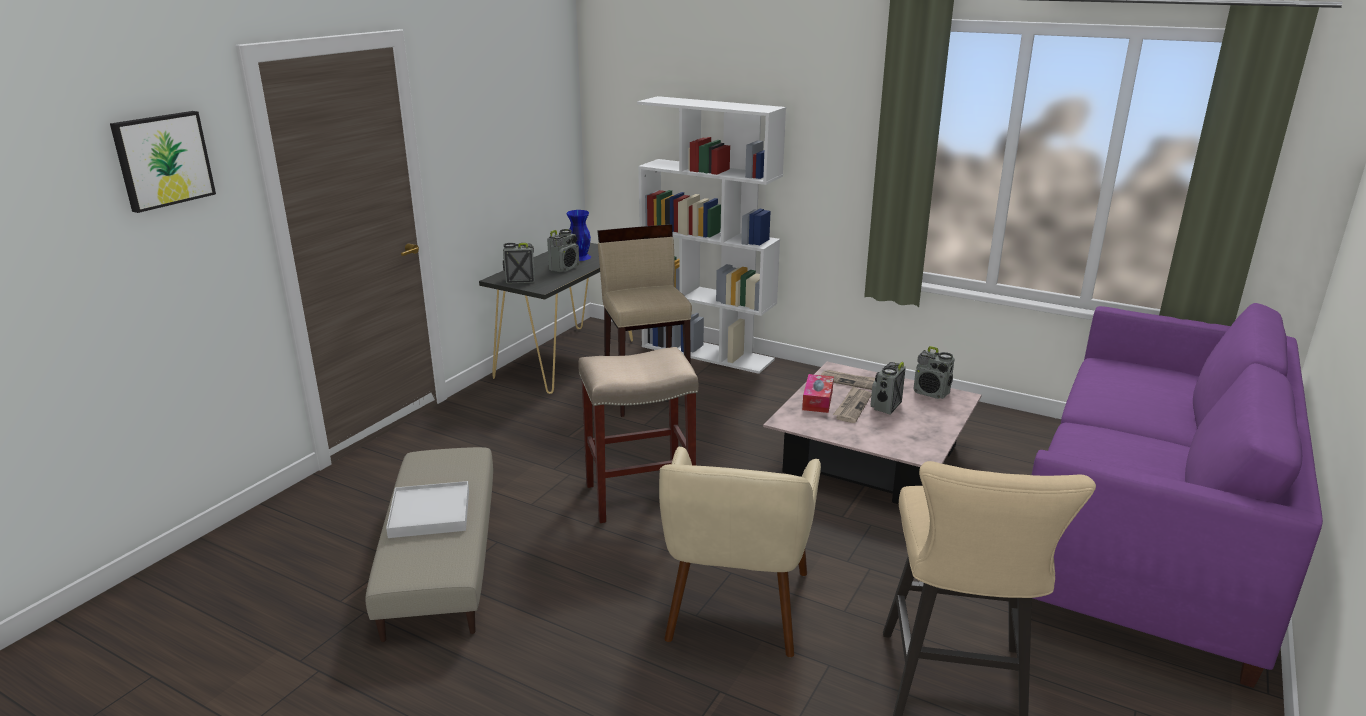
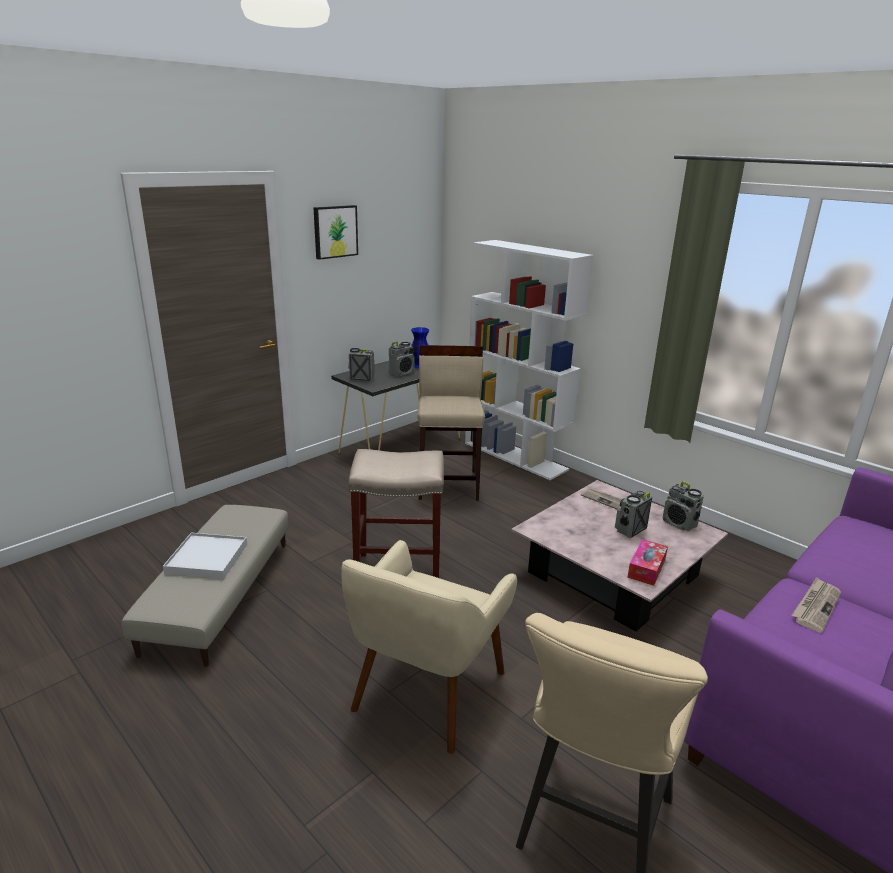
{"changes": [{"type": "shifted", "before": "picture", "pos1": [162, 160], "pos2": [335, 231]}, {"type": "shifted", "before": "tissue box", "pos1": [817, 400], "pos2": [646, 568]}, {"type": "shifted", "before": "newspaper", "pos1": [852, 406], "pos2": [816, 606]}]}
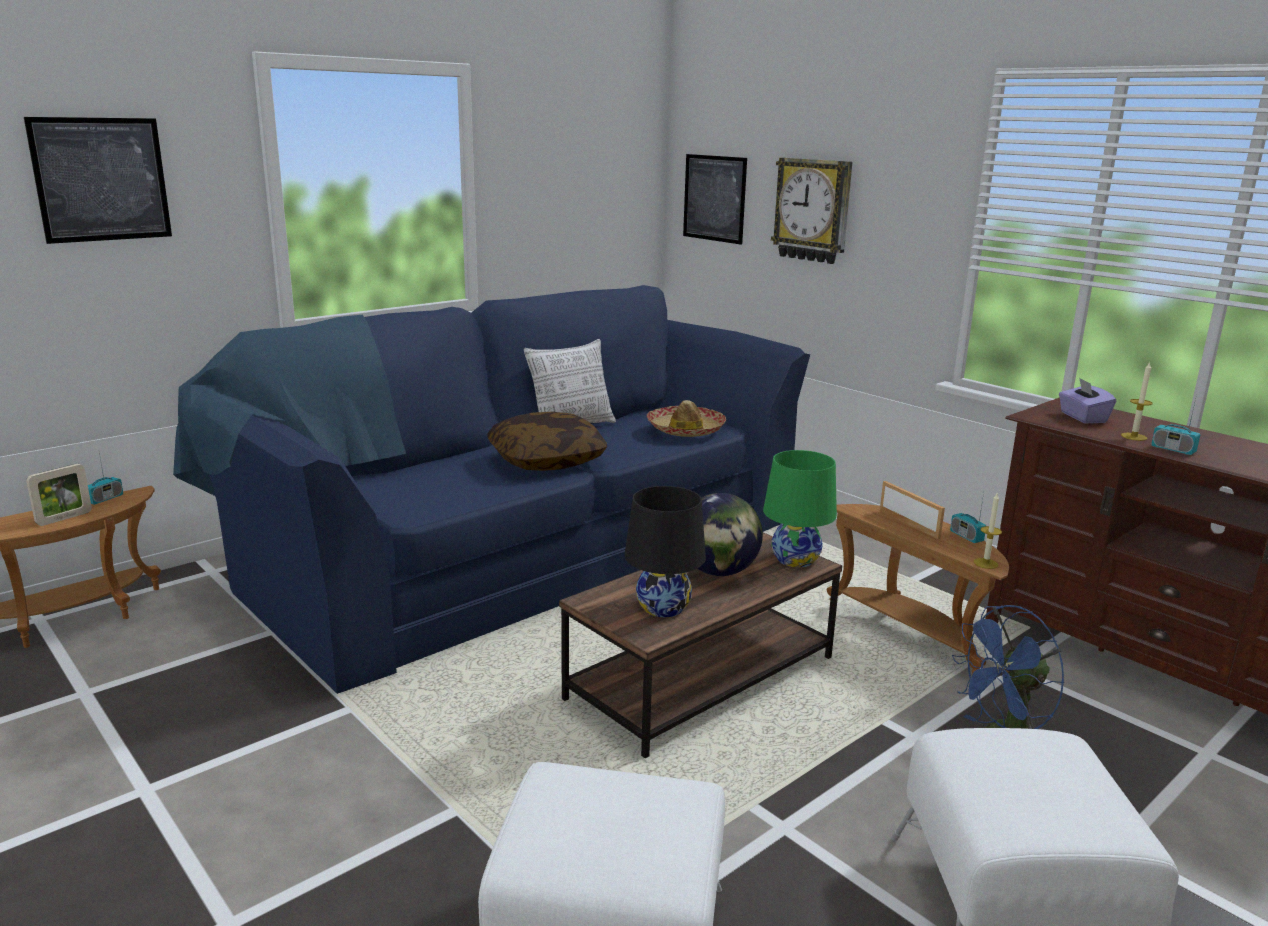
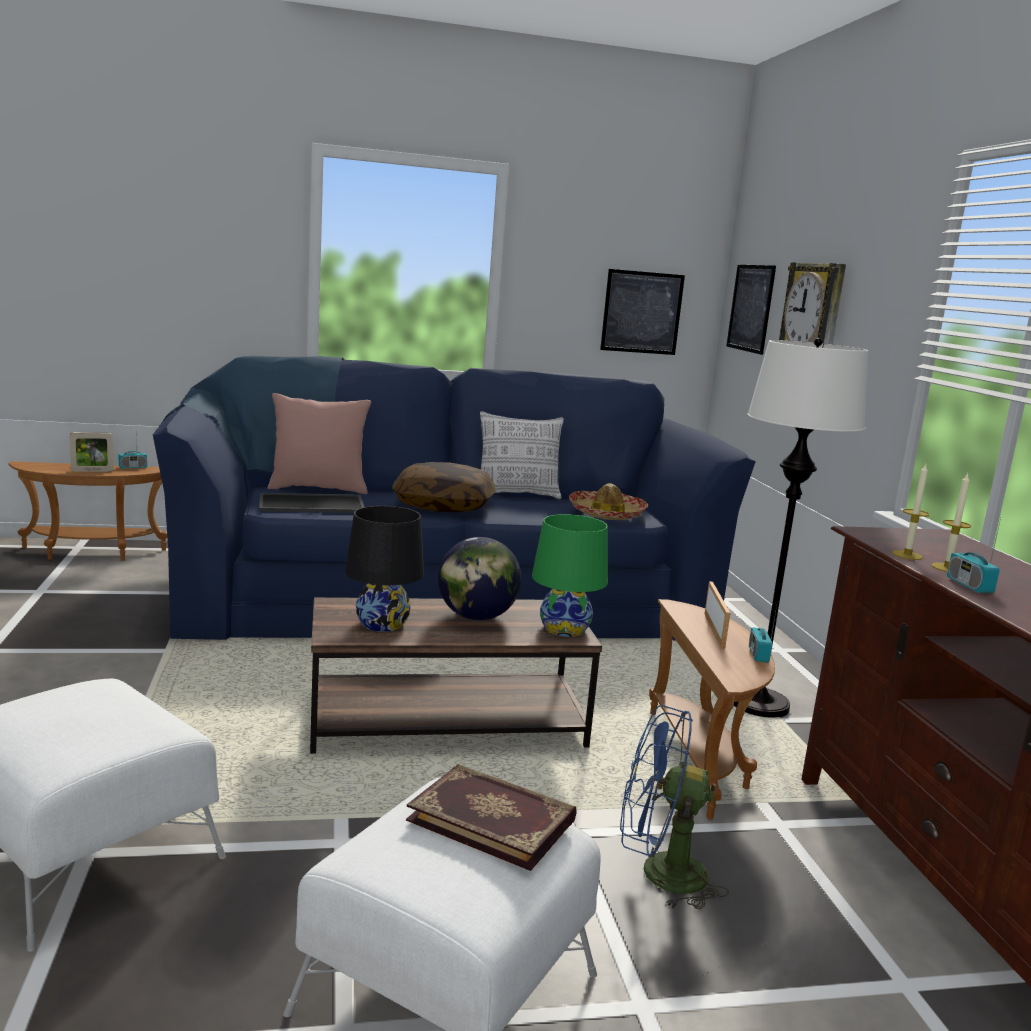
{"changes": [{"type": "shifted", "before": "picture", "pos1": [101, 179], "pos2": [642, 312]}, {"type": "gone", "before": "purple tissue box", "pos1": [1082, 418]}, {"type": "shifted", "before": "candle", "pos1": [985, 563], "pos2": [907, 555]}, {"type": "new", "after": "white floor lamp", "pos2": [759, 704]}, {"type": "new", "after": "pink pillow", "pos2": [318, 489]}, {"type": "new", "after": "tray", "pos2": [312, 504]}, {"type": "new", "after": "book", "pos2": [493, 819]}]}
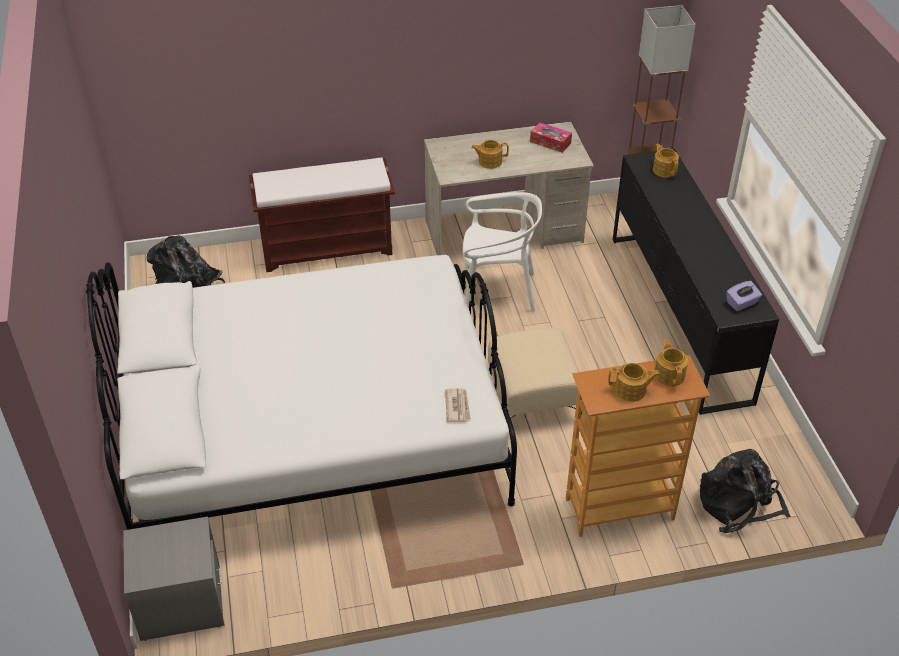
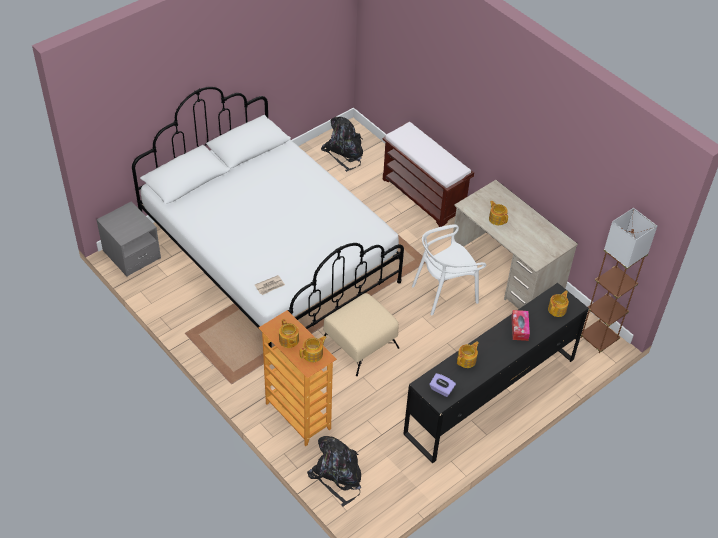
{"changes": [{"type": "shifted", "before": "tissue box", "pos1": [550, 142], "pos2": [519, 328]}, {"type": "rotated", "before": "white chair", "pos1": [497, 292], "pos2": [444, 292], "turn": 90}, {"type": "new", "after": "teapot", "pos2": [467, 360]}]}
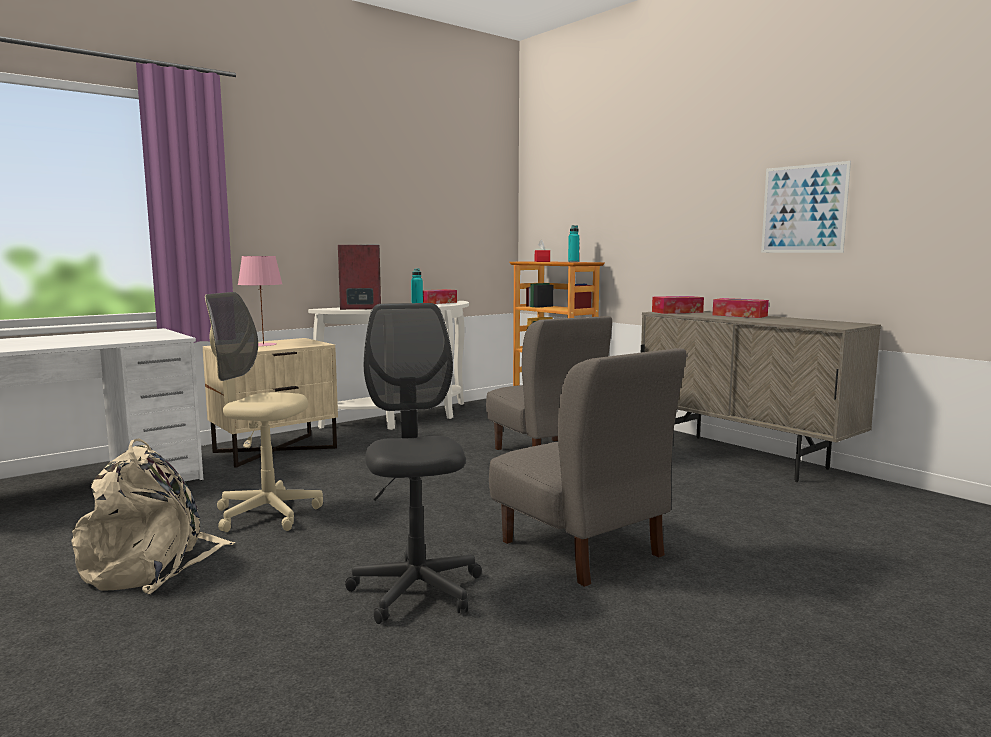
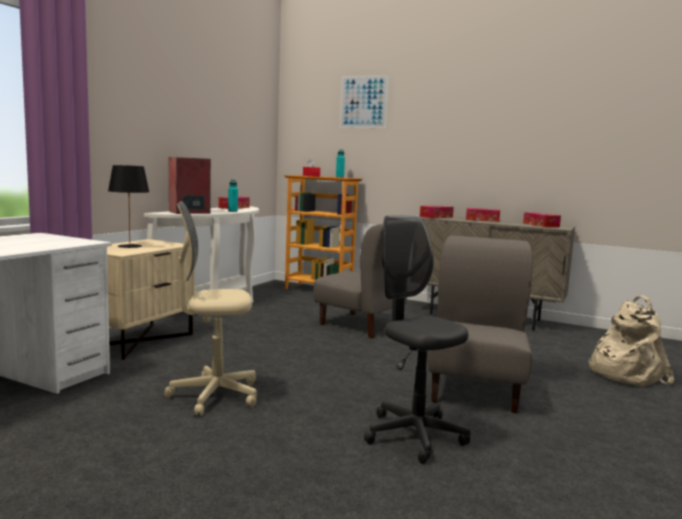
{"changes": [{"type": "shifted", "before": "picture", "pos1": [803, 209], "pos2": [363, 102]}, {"type": "repainted", "before": "pink table lamp", "after": "black table lamp", "pos1": [263, 344], "pos2": [130, 246]}, {"type": "rotated", "before": "grey chair", "pos1": [581, 549], "pos2": [475, 389], "turn": -105}, {"type": "shifted", "before": "beige backpack", "pos1": [153, 566], "pos2": [624, 373]}, {"type": "new", "after": "tissue box", "pos2": [540, 225]}]}
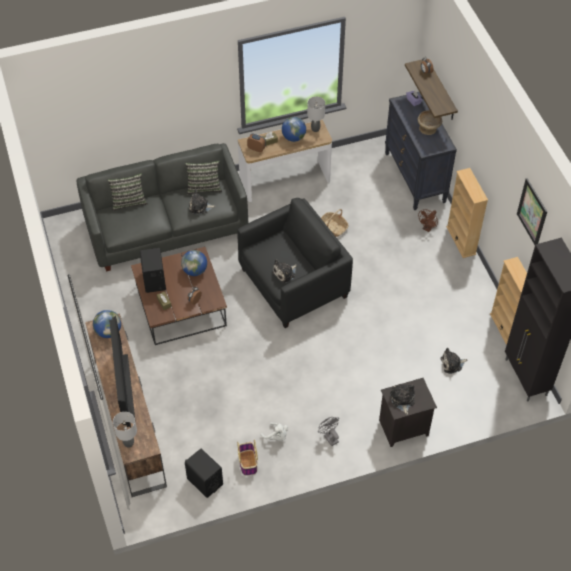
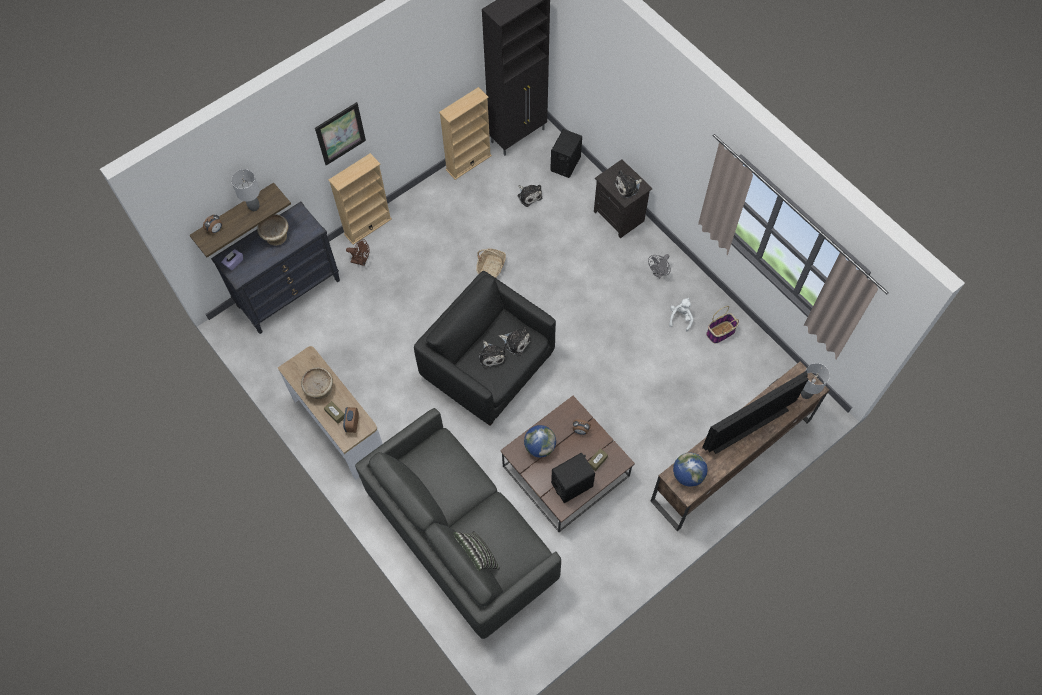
{"changes": [{"type": "shifted", "before": "grey table lamp", "pos1": [315, 129], "pos2": [254, 207]}, {"type": "swapped", "before": "globe", "after": "beige bowl", "pos1": [293, 137], "pos2": [319, 388]}, {"type": "gone", "before": "pillow", "pos1": [204, 187]}, {"type": "shifted", "before": "picture", "pos1": [532, 212], "pos2": [340, 133]}, {"type": "shifted", "before": "plush toy", "pos1": [200, 207], "pos2": [491, 356]}, {"type": "shifted", "before": "basket", "pos1": [333, 227], "pos2": [491, 266]}, {"type": "shifted", "before": "black speaker", "pos1": [204, 481], "pos2": [565, 164]}]}
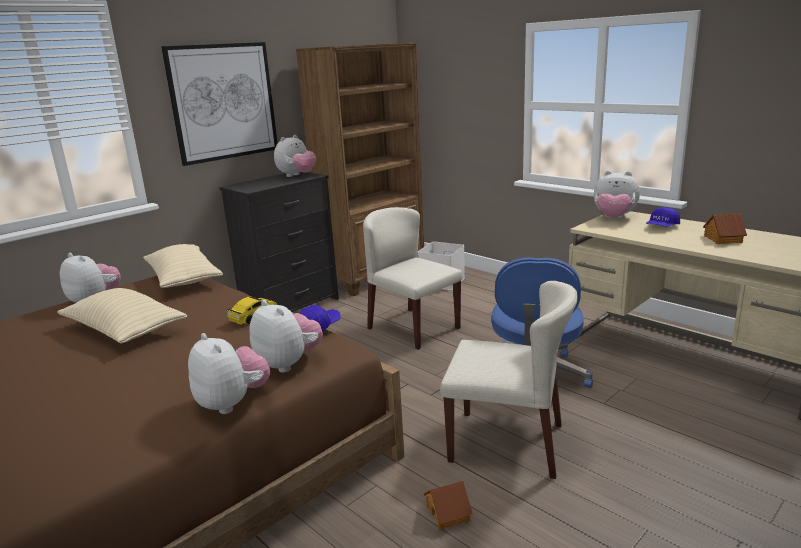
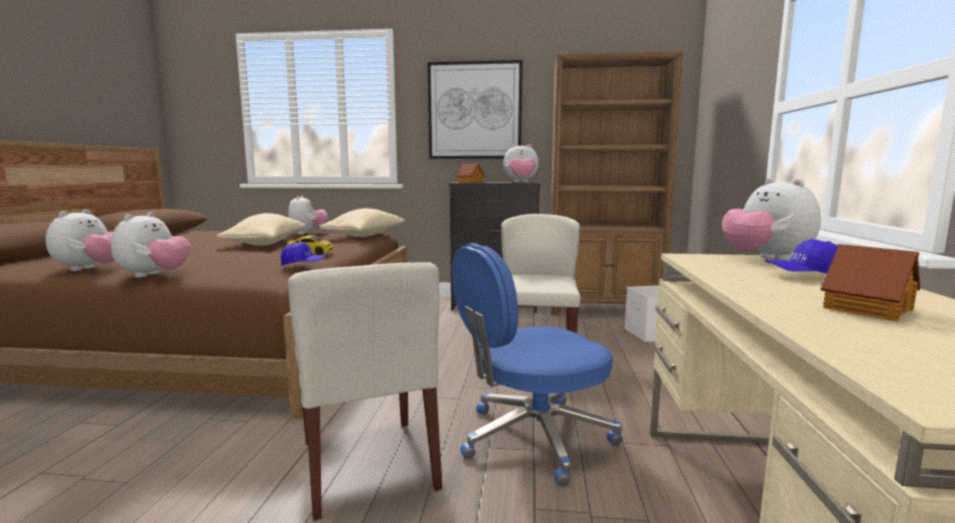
{"changes": [{"type": "shifted", "before": "plush toy", "pos1": [288, 363], "pos2": [90, 269]}, {"type": "shifted", "before": "toy house", "pos1": [448, 513], "pos2": [470, 182]}]}
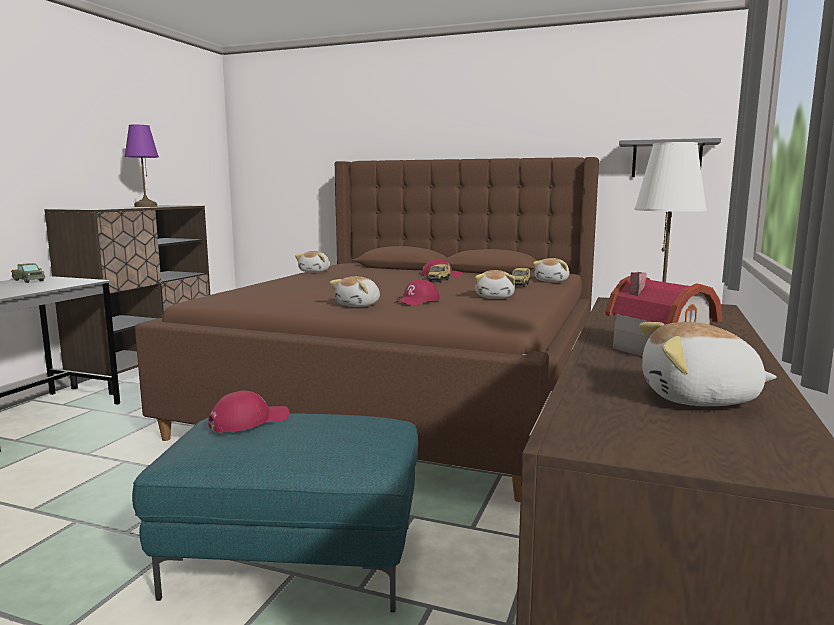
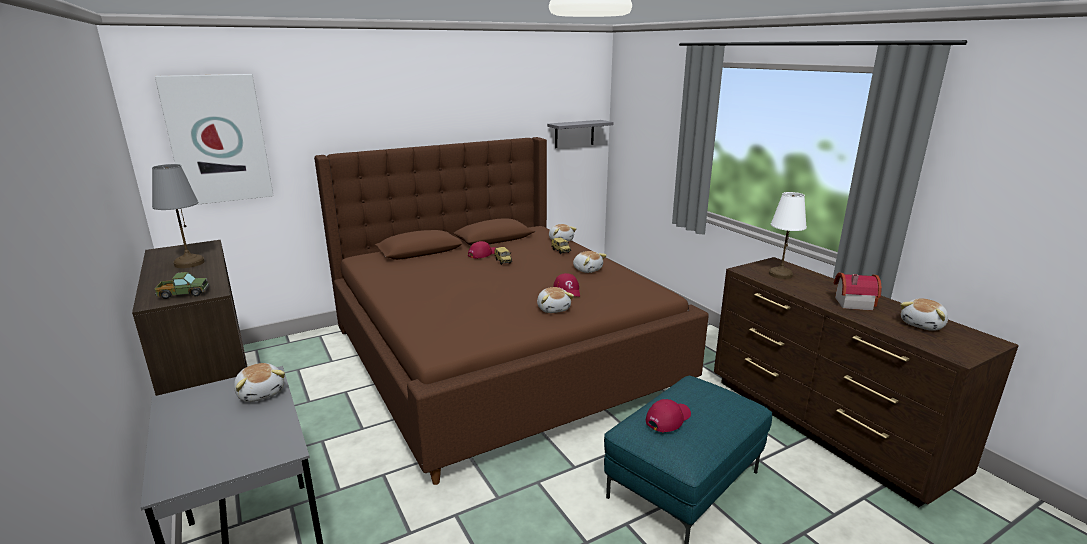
{"changes": [{"type": "repainted", "before": "purple table lamp", "after": "grey table lamp", "pos1": [145, 206], "pos2": [189, 263]}, {"type": "shifted", "before": "plush toy", "pos1": [315, 271], "pos2": [261, 392]}, {"type": "shifted", "before": "toy truck", "pos1": [28, 280], "pos2": [183, 294]}, {"type": "rotated", "before": "red cap", "pos1": [249, 421], "pos2": [668, 418], "turn": 45}, {"type": "new", "after": "picture", "pos2": [218, 139]}]}
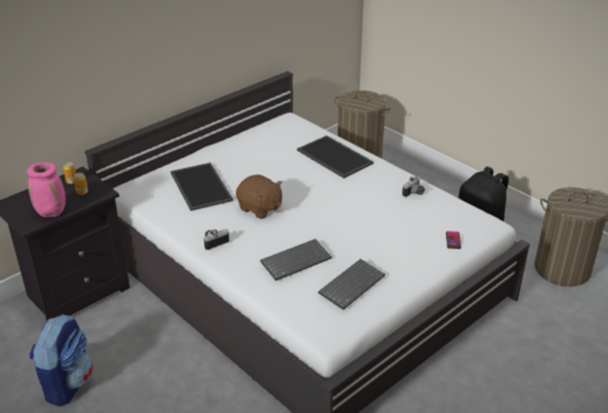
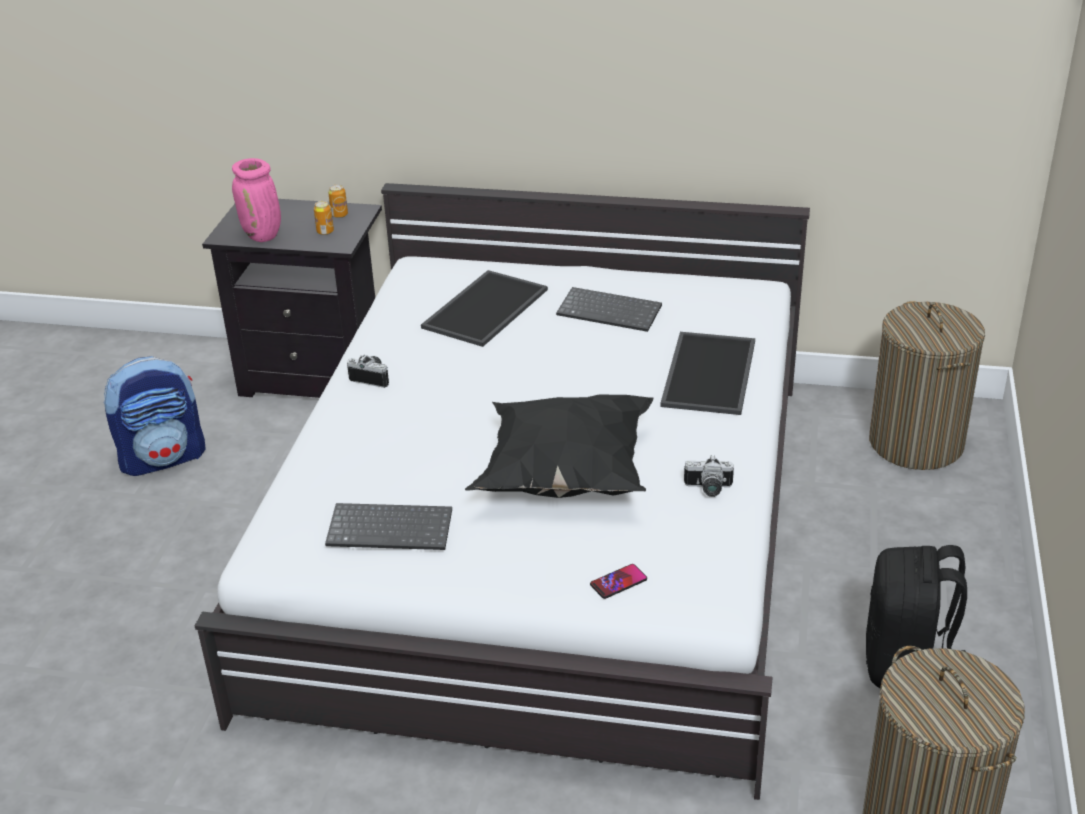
{"changes": [{"type": "gone", "before": "brown plush toy", "pos1": [260, 208]}, {"type": "shifted", "before": "keyboard", "pos1": [296, 260], "pos2": [611, 311]}, {"type": "new", "after": "black pillow", "pos2": [564, 477]}]}
